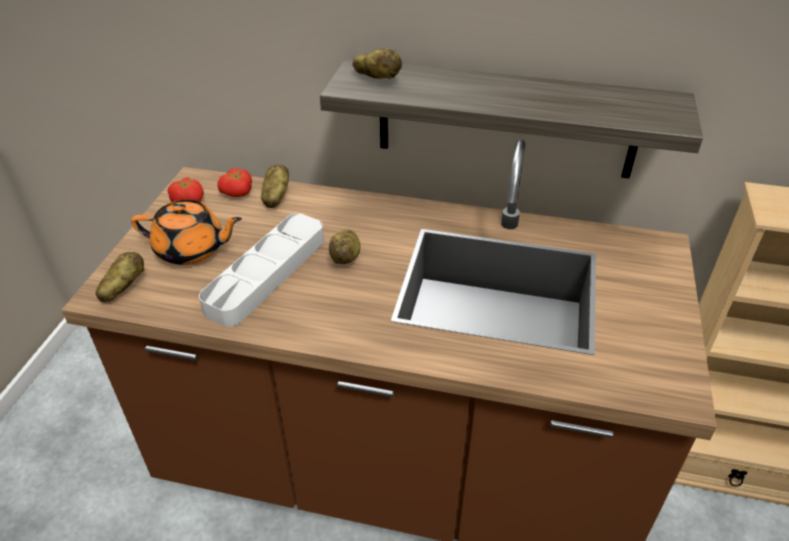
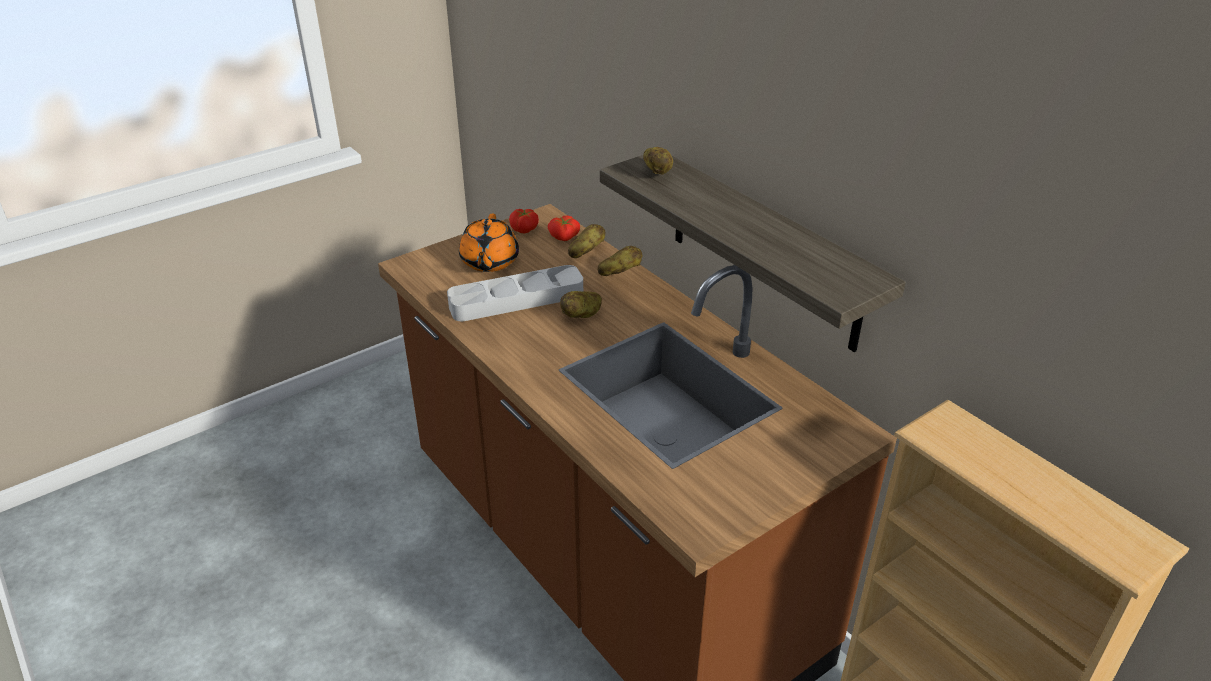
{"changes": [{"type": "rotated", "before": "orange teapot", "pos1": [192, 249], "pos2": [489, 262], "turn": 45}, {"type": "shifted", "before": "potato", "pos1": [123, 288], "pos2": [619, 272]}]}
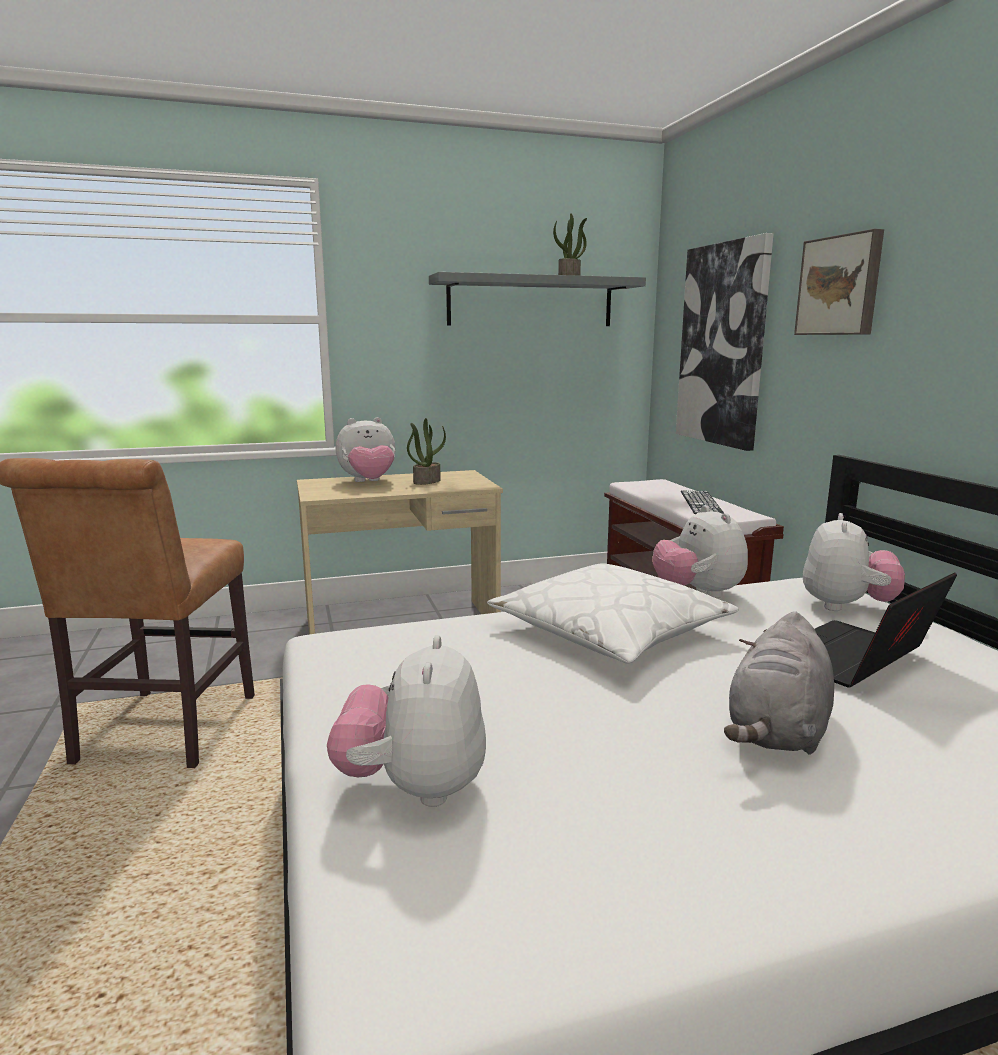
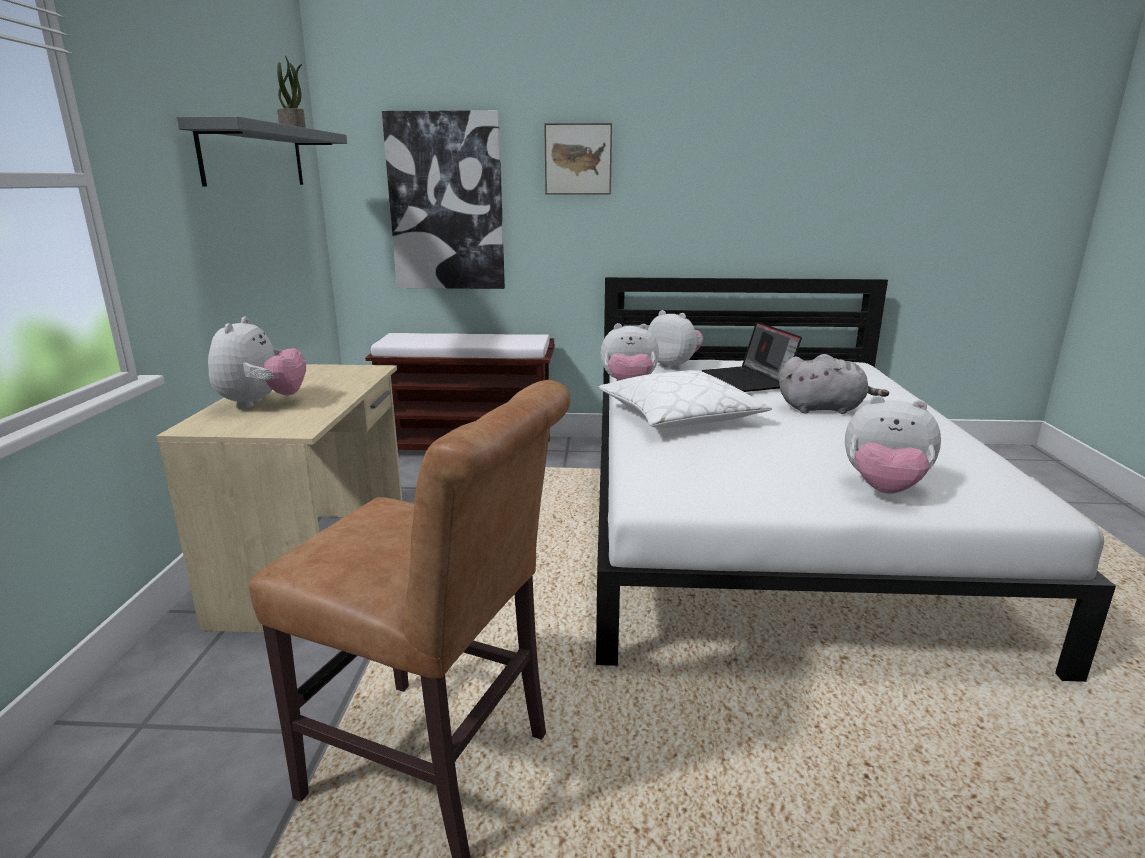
{"changes": [{"type": "gone", "before": "potted plant", "pos1": [426, 481]}, {"type": "gone", "before": "keyboard", "pos1": [701, 502]}, {"type": "rotated", "before": "grey plush toy", "pos1": [777, 731], "pos2": [824, 409], "turn": -45}]}
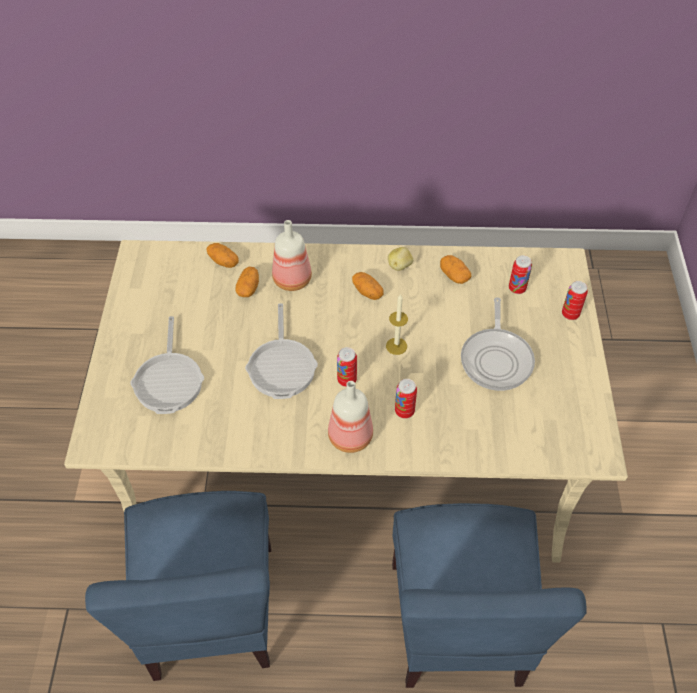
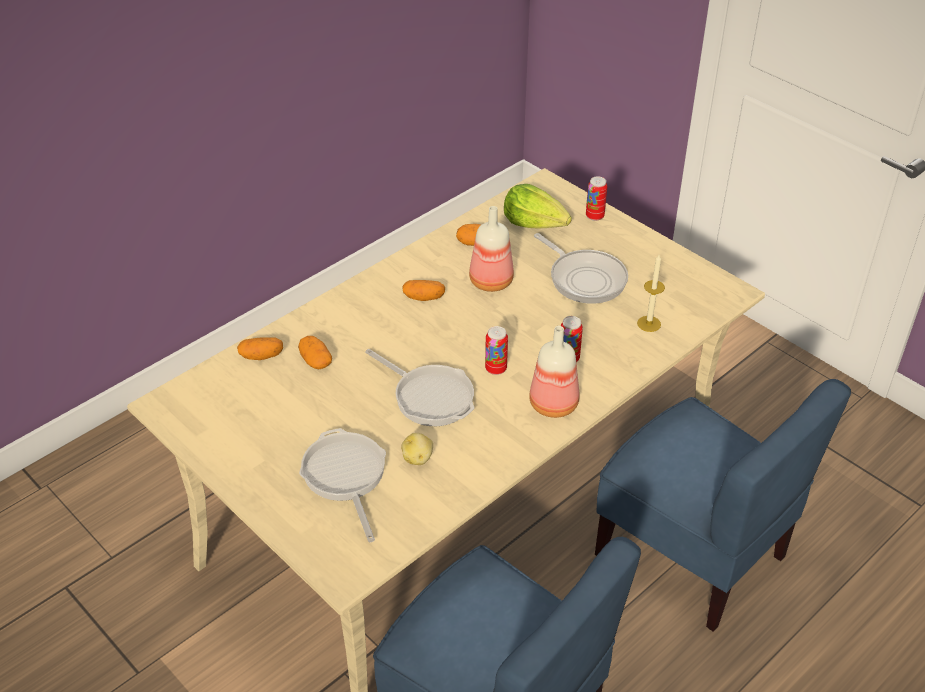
{"changes": [{"type": "shifted", "before": "bottle", "pos1": [291, 279], "pos2": [489, 281]}, {"type": "shifted", "before": "potato", "pos1": [400, 266], "pos2": [418, 458]}, {"type": "swapped", "before": "can", "after": "lettuce", "pos1": [517, 289], "pos2": [535, 223]}, {"type": "shifted", "before": "candle", "pos1": [396, 346], "pos2": [649, 324]}, {"type": "rotated", "before": "frying pan", "pos1": [169, 381], "pos2": [345, 476], "turn": -150}]}
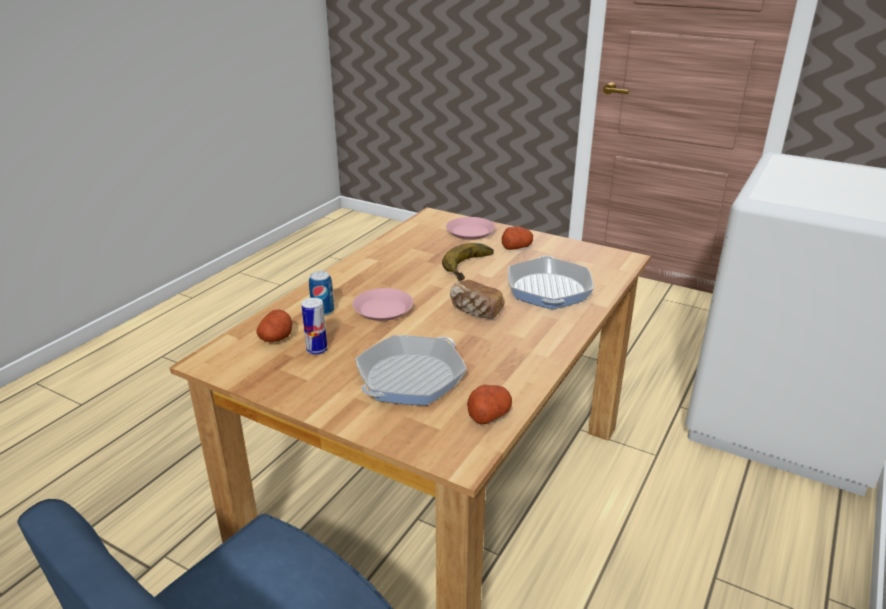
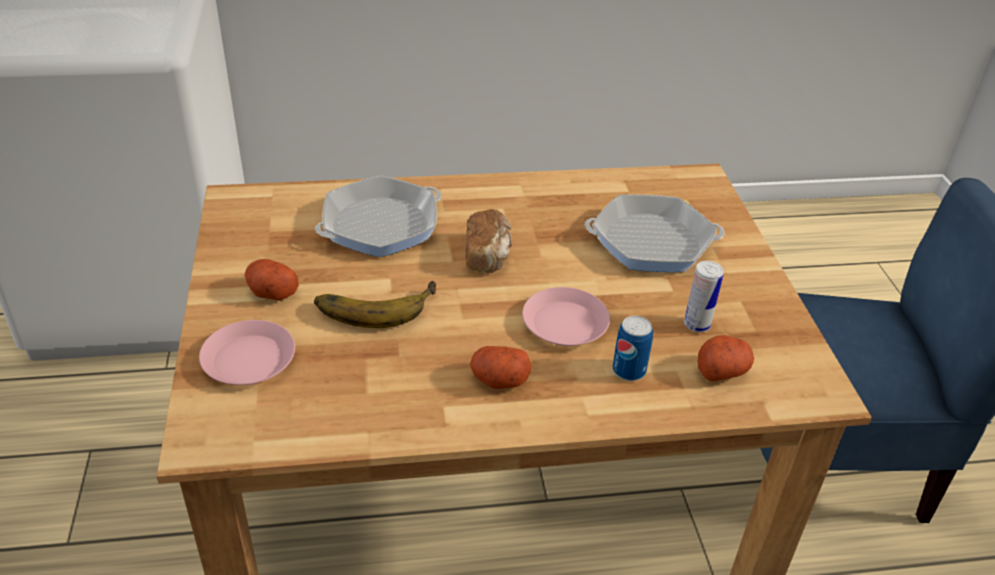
{"changes": [{"type": "shifted", "before": "potato", "pos1": [488, 414], "pos2": [498, 380]}]}
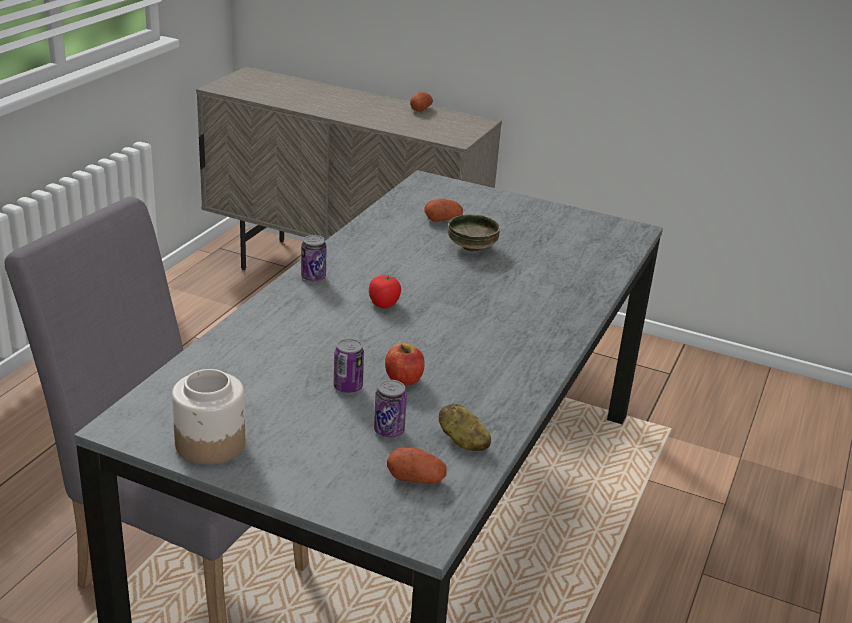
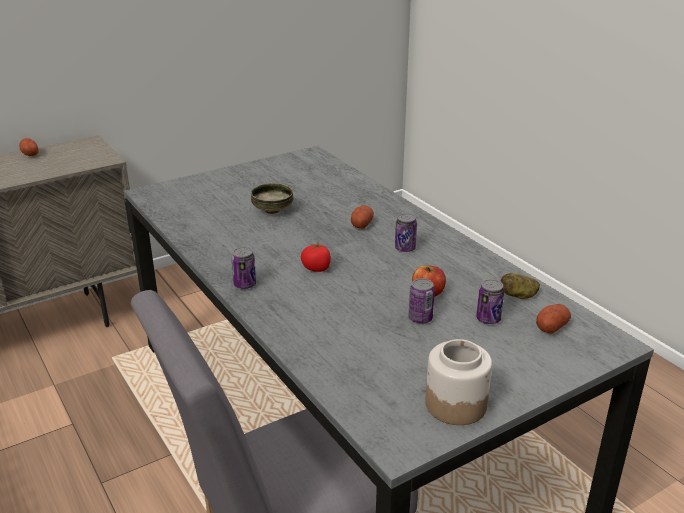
{"changes": [{"type": "shifted", "before": "potato", "pos1": [443, 219], "pos2": [361, 224]}, {"type": "new", "after": "can", "pos2": [405, 248]}]}
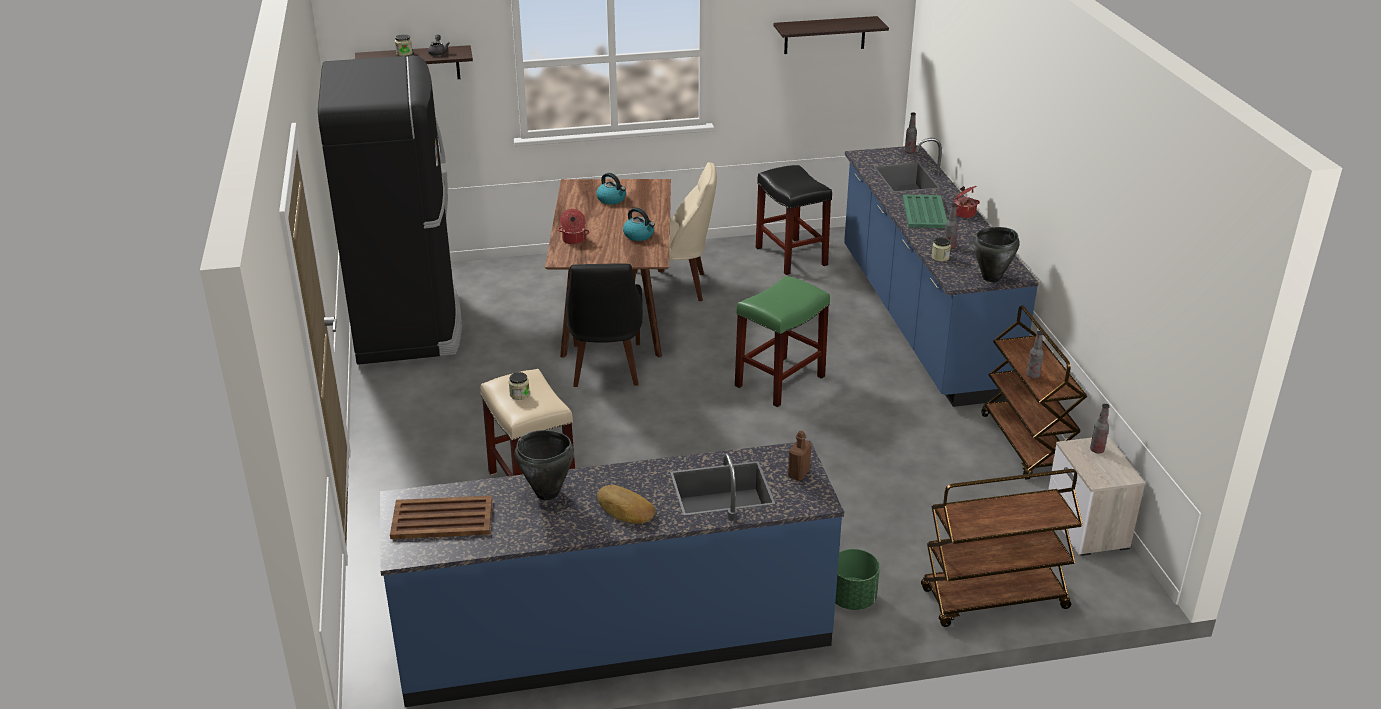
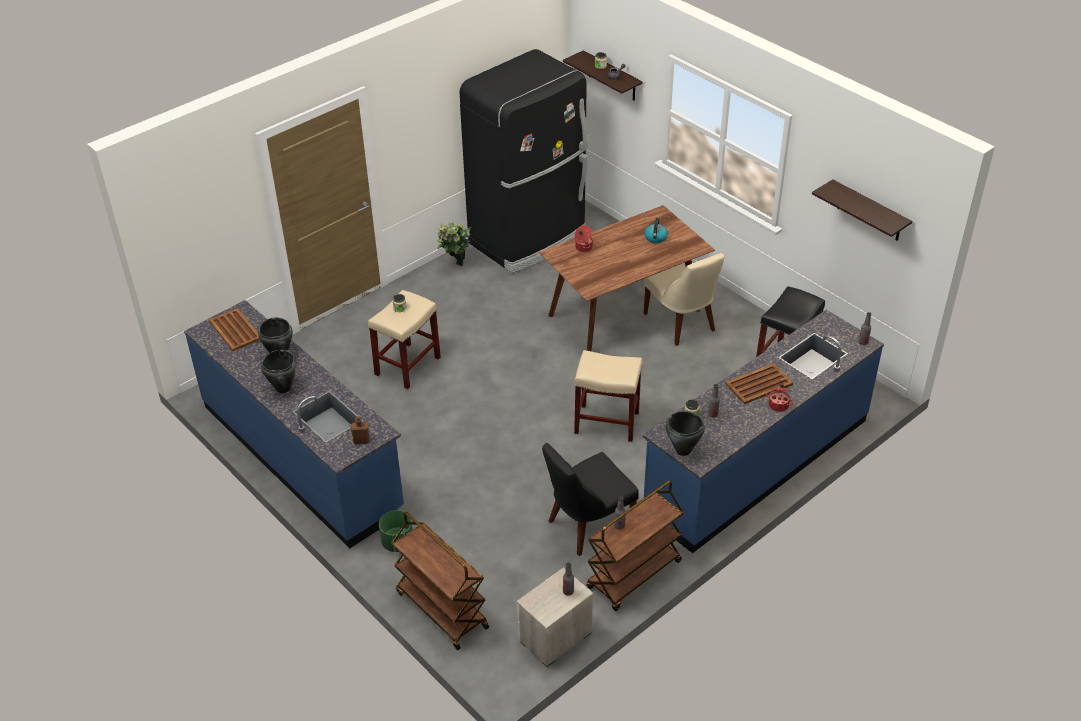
{"changes": [{"type": "repainted", "before": "green tray", "after": "brown tray", "pos1": [924, 213], "pos2": [758, 384]}, {"type": "gone", "before": "kettle", "pos1": [639, 235]}, {"type": "shifted", "before": "black chair", "pos1": [606, 367], "pos2": [587, 525]}, {"type": "repainted", "before": "green stool", "after": "beige stool", "pos1": [779, 382], "pos2": [606, 423]}, {"type": "swapped", "before": "bread", "after": "black cooking pot", "pos1": [625, 510], "pos2": [283, 388]}, {"type": "new", "after": "potted plant", "pos2": [455, 270]}]}
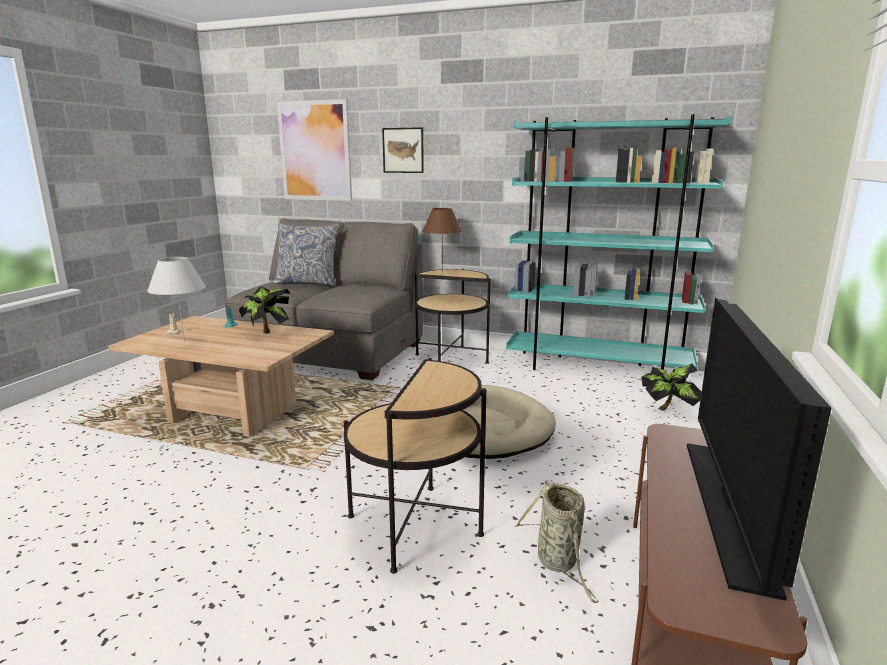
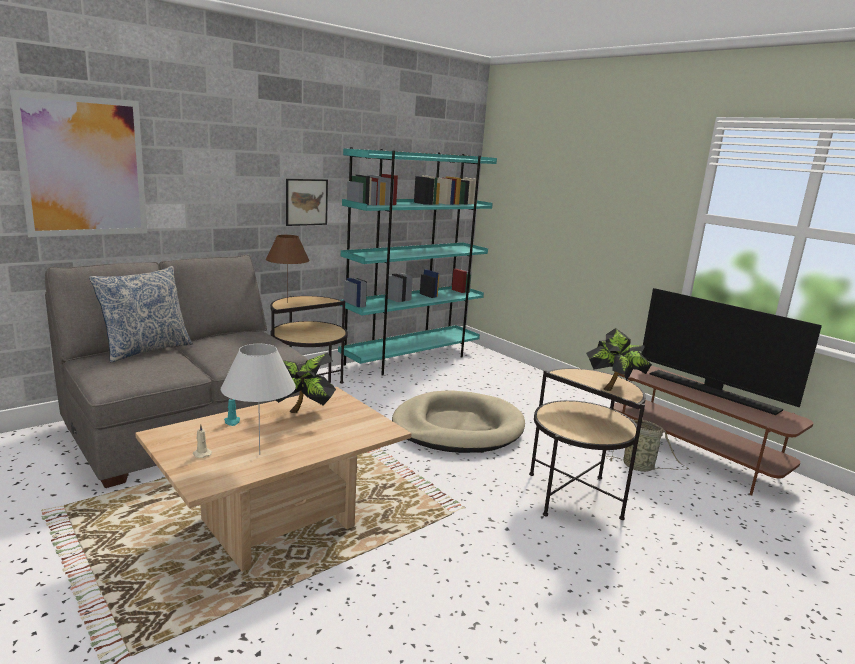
{"changes": [{"type": "shifted", "before": "picture", "pos1": [403, 150], "pos2": [306, 202]}, {"type": "shifted", "before": "potted plant", "pos1": [669, 410], "pos2": [613, 388]}]}
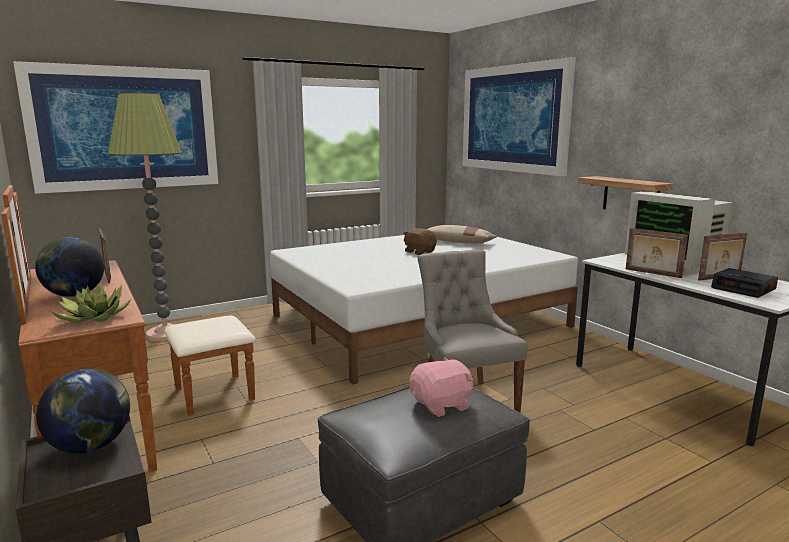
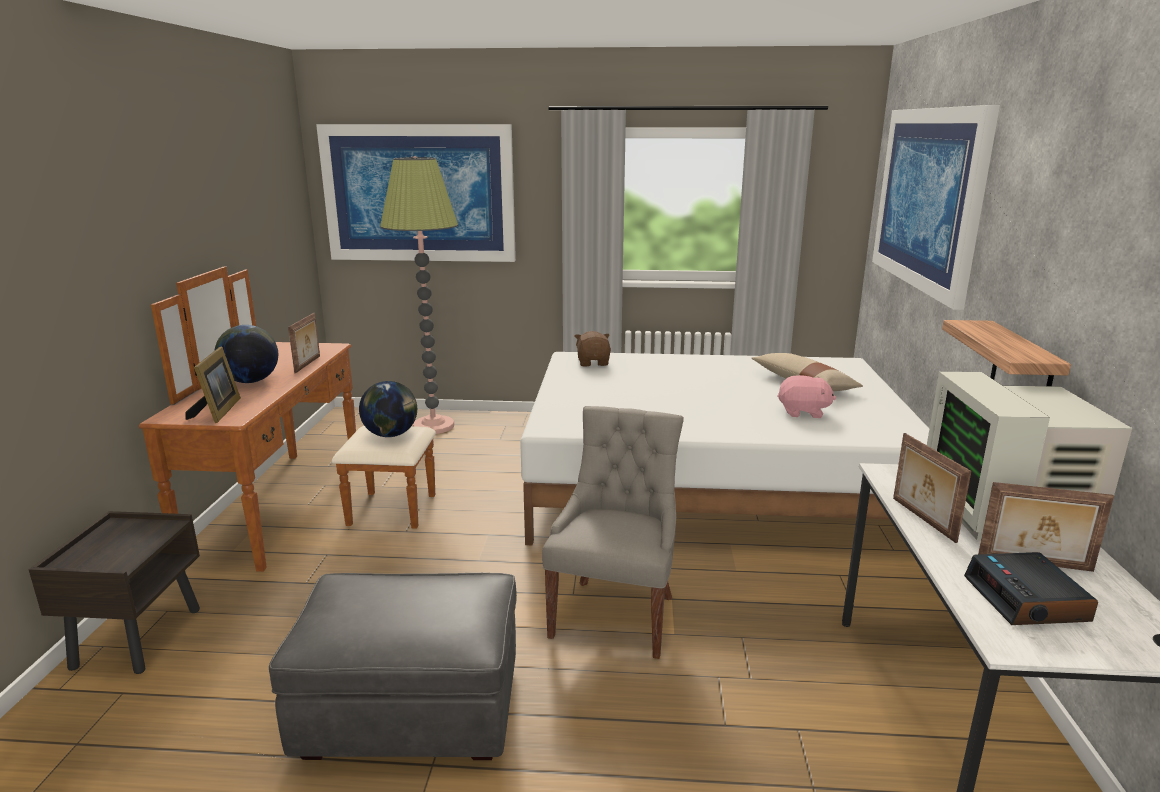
{"changes": [{"type": "shifted", "before": "brown plush toy", "pos1": [419, 252], "pos2": [593, 362]}, {"type": "swapped", "before": "potted plant", "after": "picture frame", "pos1": [92, 318], "pos2": [218, 411]}, {"type": "shifted", "before": "pink plush toy", "pos1": [442, 405], "pos2": [803, 412]}, {"type": "shifted", "before": "globe", "pos1": [91, 446], "pos2": [391, 435]}]}
